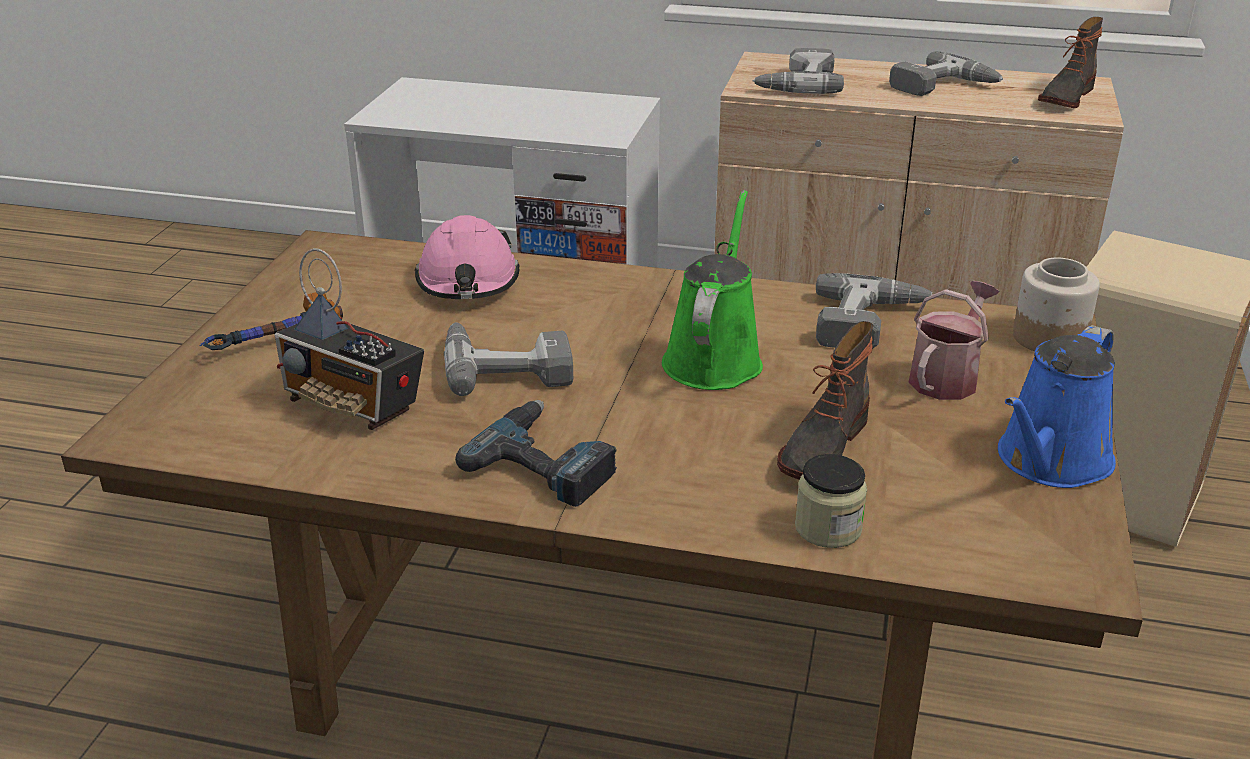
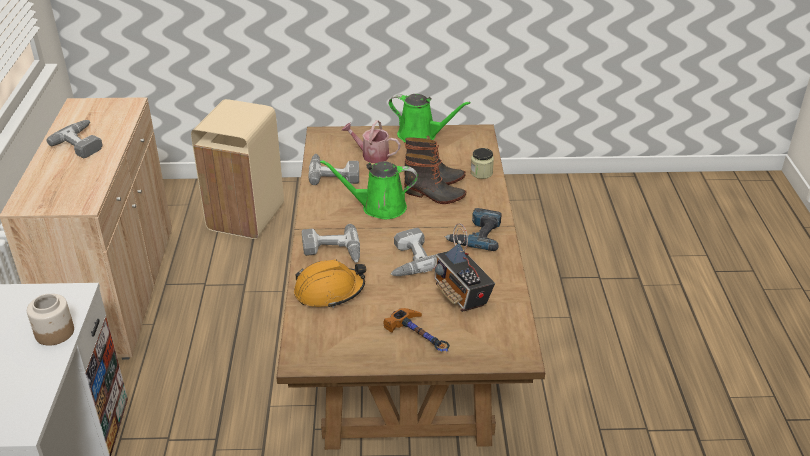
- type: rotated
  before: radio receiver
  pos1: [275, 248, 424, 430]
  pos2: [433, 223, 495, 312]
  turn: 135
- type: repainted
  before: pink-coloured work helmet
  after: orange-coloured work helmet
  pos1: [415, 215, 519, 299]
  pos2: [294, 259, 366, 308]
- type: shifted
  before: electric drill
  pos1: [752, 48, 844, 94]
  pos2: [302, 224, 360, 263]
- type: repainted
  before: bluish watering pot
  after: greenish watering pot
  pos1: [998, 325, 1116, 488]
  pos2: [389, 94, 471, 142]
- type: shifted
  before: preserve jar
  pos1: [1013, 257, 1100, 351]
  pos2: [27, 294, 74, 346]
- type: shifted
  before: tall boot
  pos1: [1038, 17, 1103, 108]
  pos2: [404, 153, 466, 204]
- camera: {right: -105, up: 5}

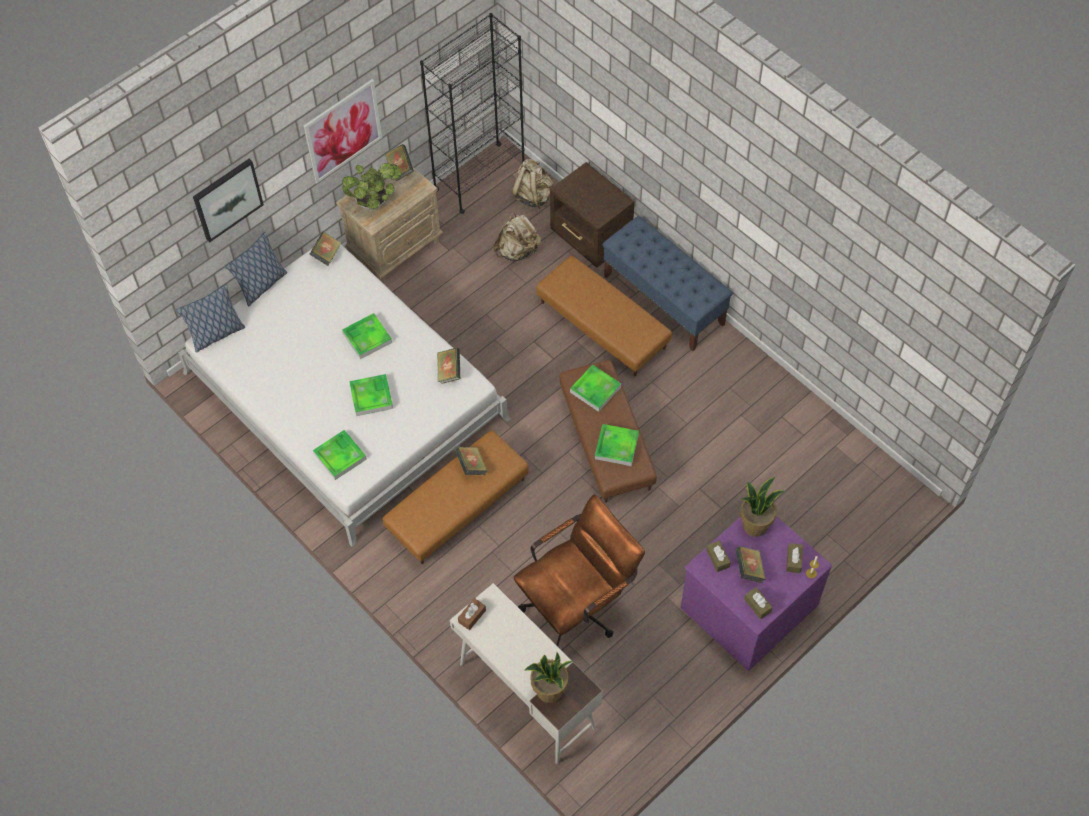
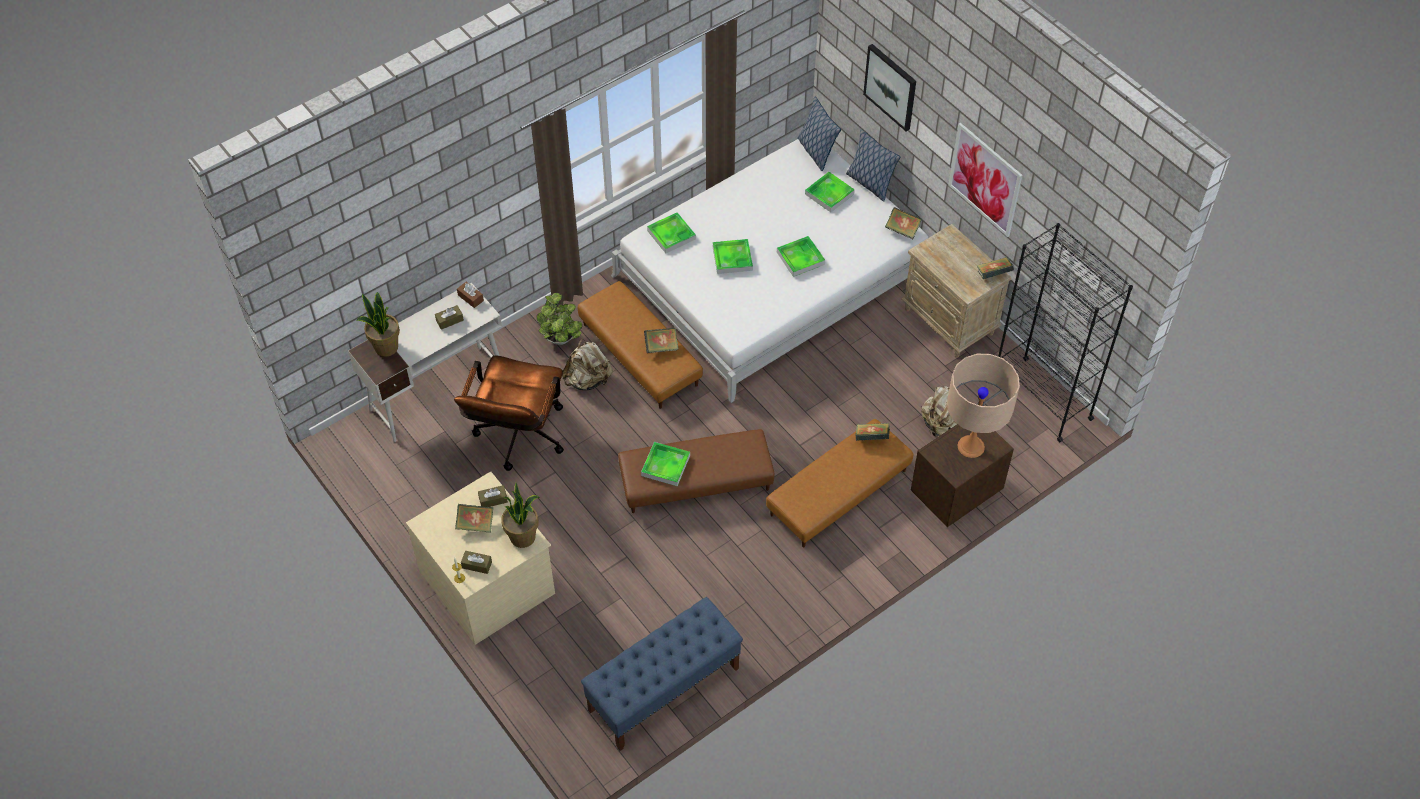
- type: shifted
  before: potted plant
  pos1: [342, 163, 402, 210]
  pos2: [537, 293, 582, 345]
- type: shifted
  before: book
  pos1: [437, 348, 461, 384]
  pos2: [856, 423, 890, 441]
- type: shifted
  before: sand-coloured knapsack
  pos1: [512, 159, 554, 209]
  pos2: [562, 339, 613, 390]
- type: rotated
  before: brown computer chair
  pos1: [513, 494, 645, 646]
  pos2: [454, 355, 564, 471]
  turn: 45
- type: shifted
  before: carrying tray
  pos1: [570, 364, 621, 412]
  pos2: [805, 172, 855, 212]
- type: shifted
  before: bluish long seat
  pos1: [603, 216, 733, 351]
  pos2: [581, 597, 743, 751]
- type: repainted
  before: purple drawer chest
  after: sand-coloured drawer chest
  pos1: [681, 516, 832, 671]
  pos2: [406, 472, 555, 645]
- type: shifted
  before: brown tissue box
  pos1: [744, 587, 773, 619]
  pos2: [435, 305, 464, 330]
- type: new
  after: sand-coloured tabletop lamp
  pos2: [947, 354, 1020, 458]
- camera: {right: 95, up: -5}

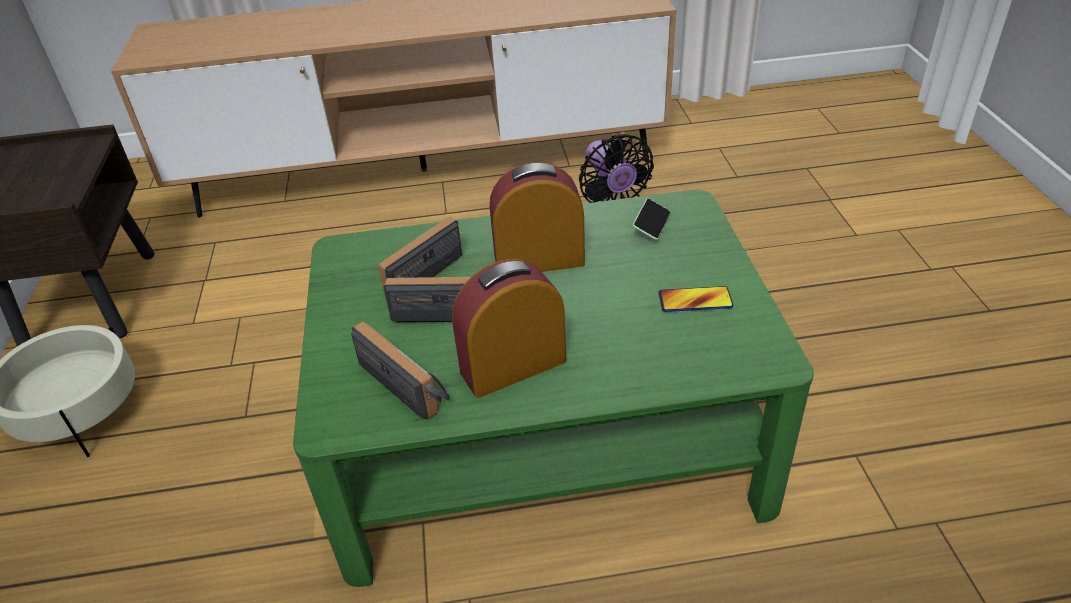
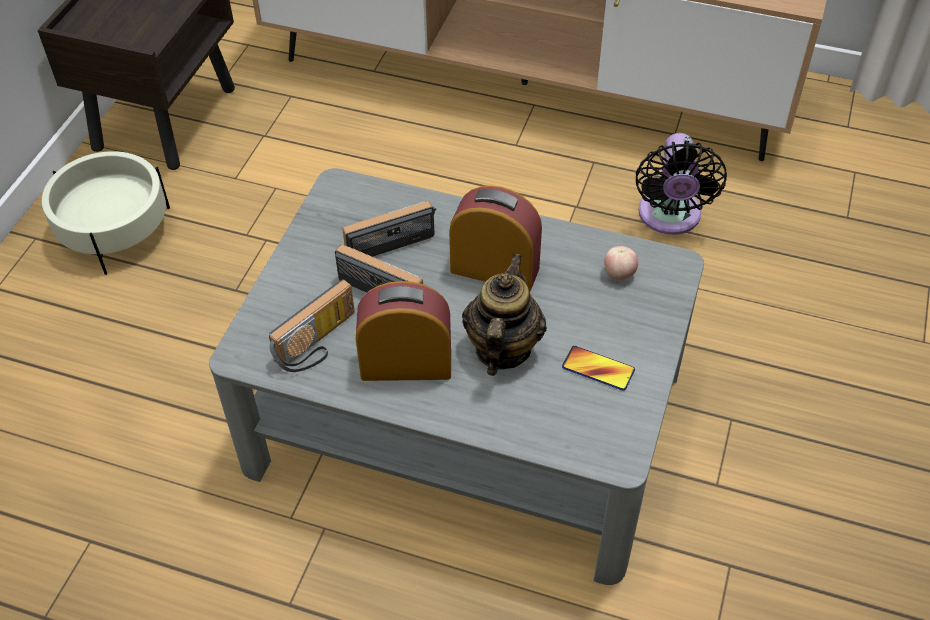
- type: repainted
  before: greenish low table
  after: greyish low table
  pos1: [293, 190, 814, 587]
  pos2: [209, 168, 704, 585]
- type: rotated
  before: radio receiver
  pos1: [351, 322, 450, 420]
  pos2: [269, 279, 355, 372]
  turn: 60
- type: swapped
  before: telephone
  after: whole apple
  pos1: [633, 199, 670, 240]
  pos2: [604, 246, 638, 280]
- type: new
  after: teapot
  pos2: [462, 253, 547, 376]
- camera: {right: 25, up: 10}

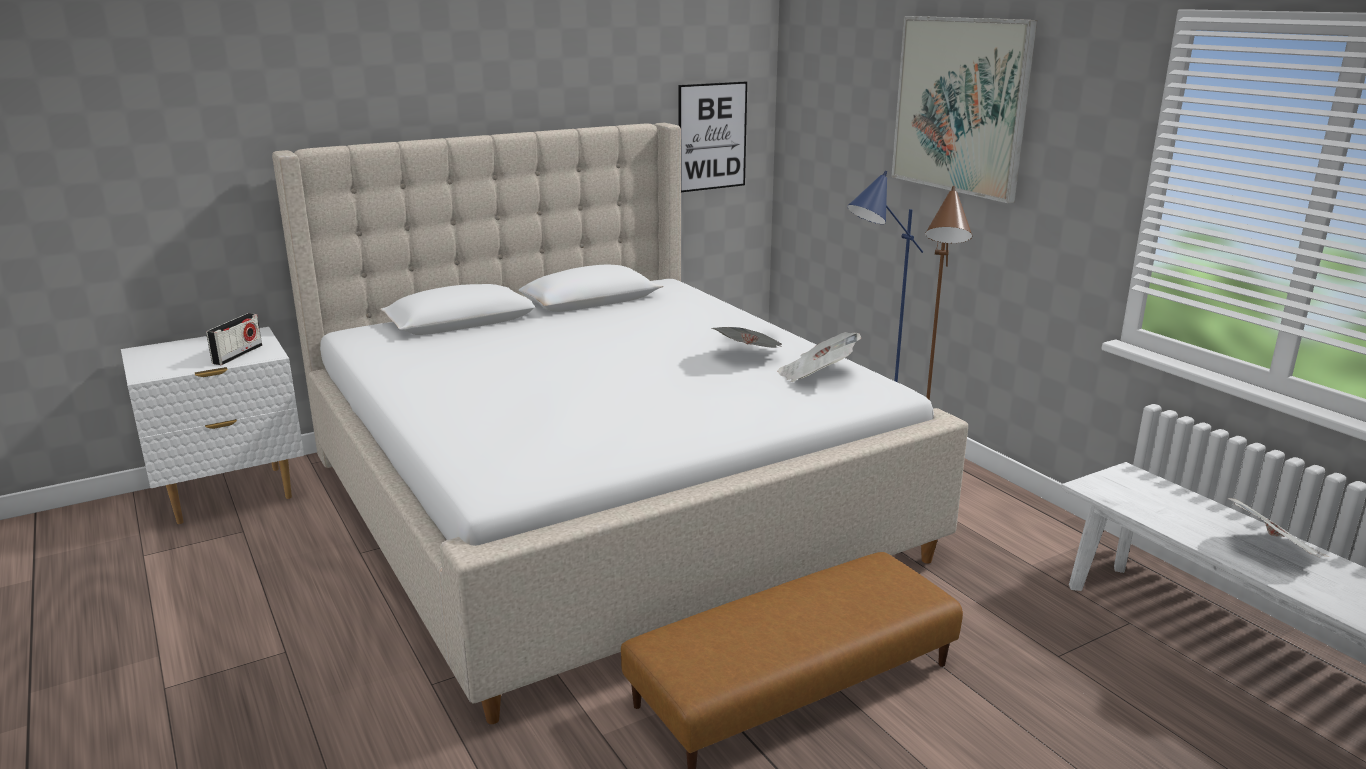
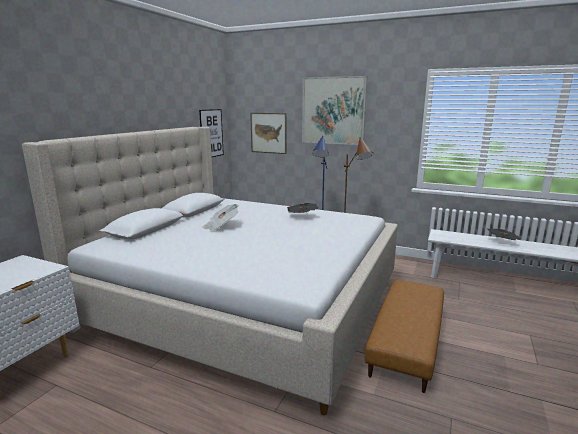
- type: gone
  before: radio receiver
  pos1: [206, 313, 262, 365]
- type: shifted
  before: daily paper
  pos1: [777, 332, 861, 382]
  pos2: [202, 204, 239, 230]
- type: new
  after: wall picture
  pos2: [250, 113, 287, 154]
- camera: {right: -35, up: -5}

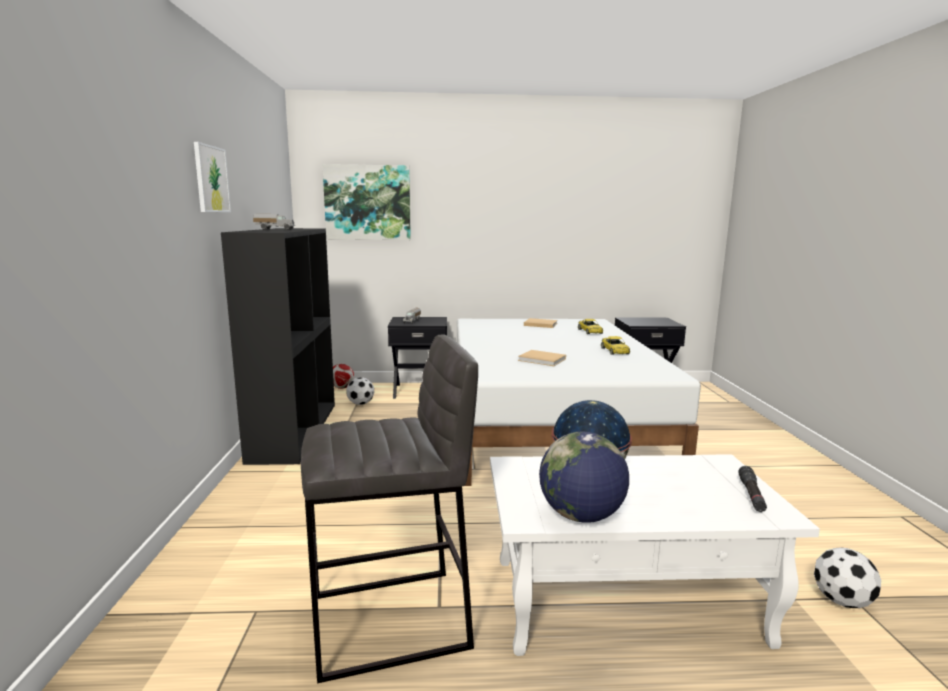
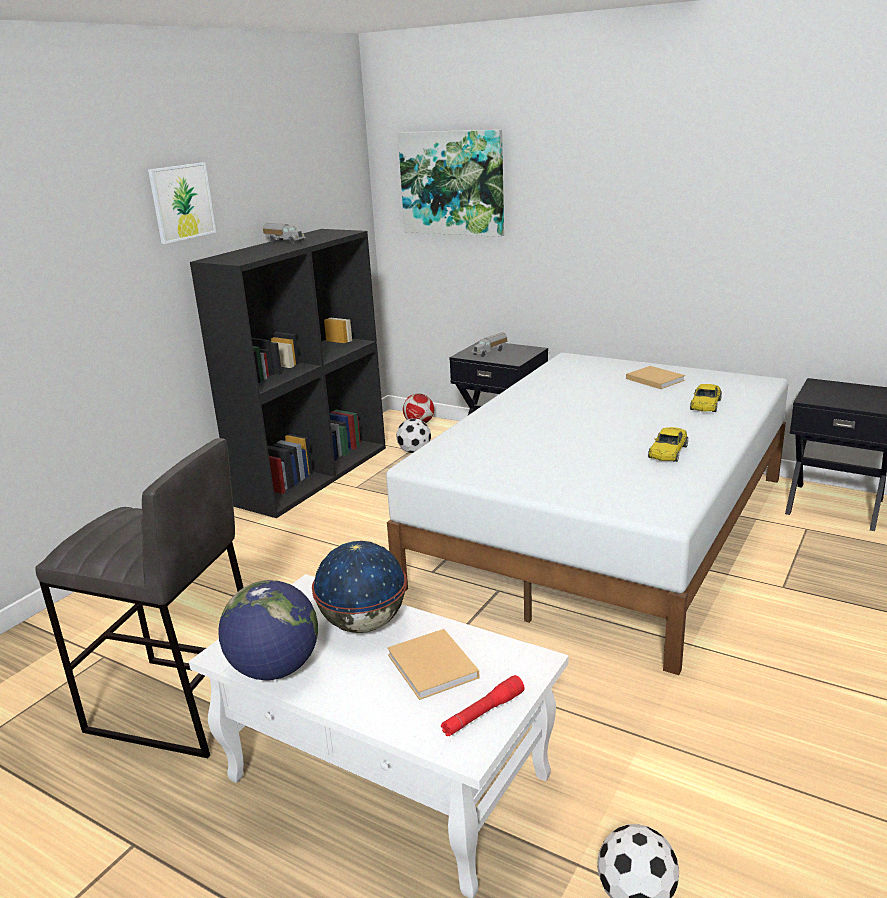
- type: shifted
  before: sand-coloured book
  pos1: [518, 350, 566, 366]
  pos2: [387, 629, 480, 700]
- type: repainted
  before: black-coloured torch
  after: red-coloured torch
  pos1: [739, 466, 767, 512]
  pos2: [441, 675, 524, 736]
- camera: {right: 35, up: 10}

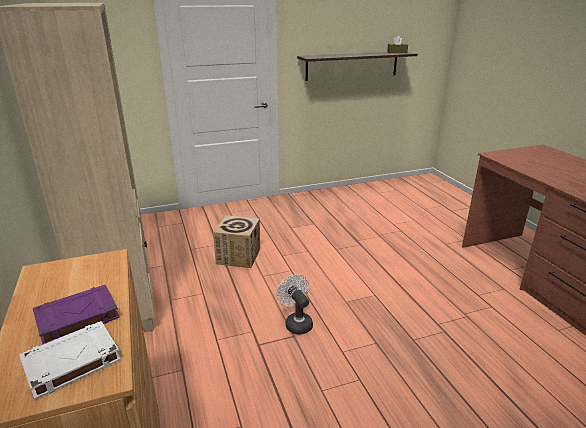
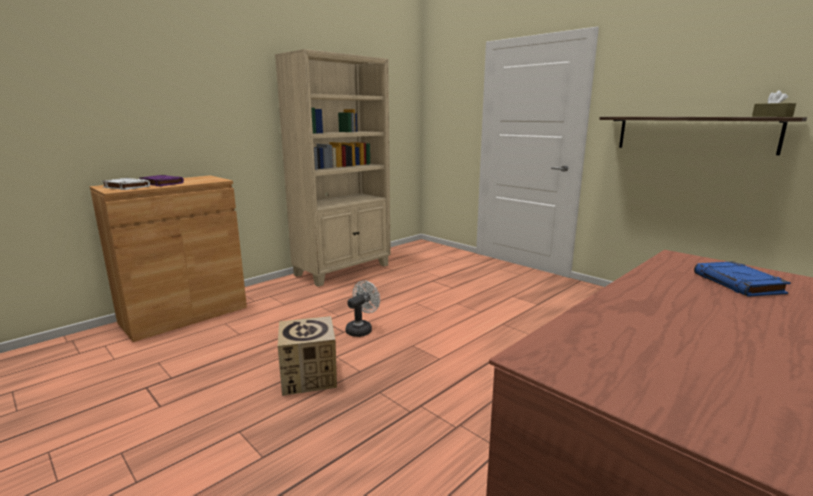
- type: shifted
  before: cardboard box
  pos1: [213, 215, 260, 268]
  pos2: [278, 316, 337, 396]
- type: new
  after: bluish book
  pos2: [694, 261, 791, 297]
- camera: {right: 65, up: -10}

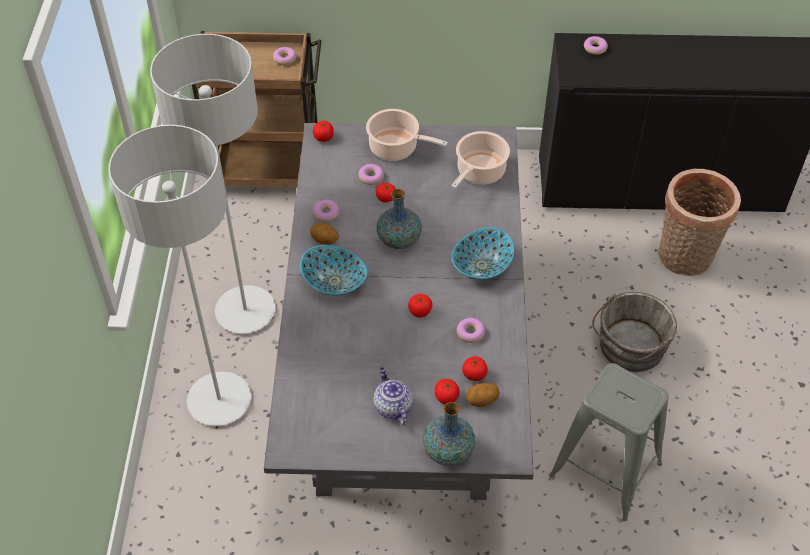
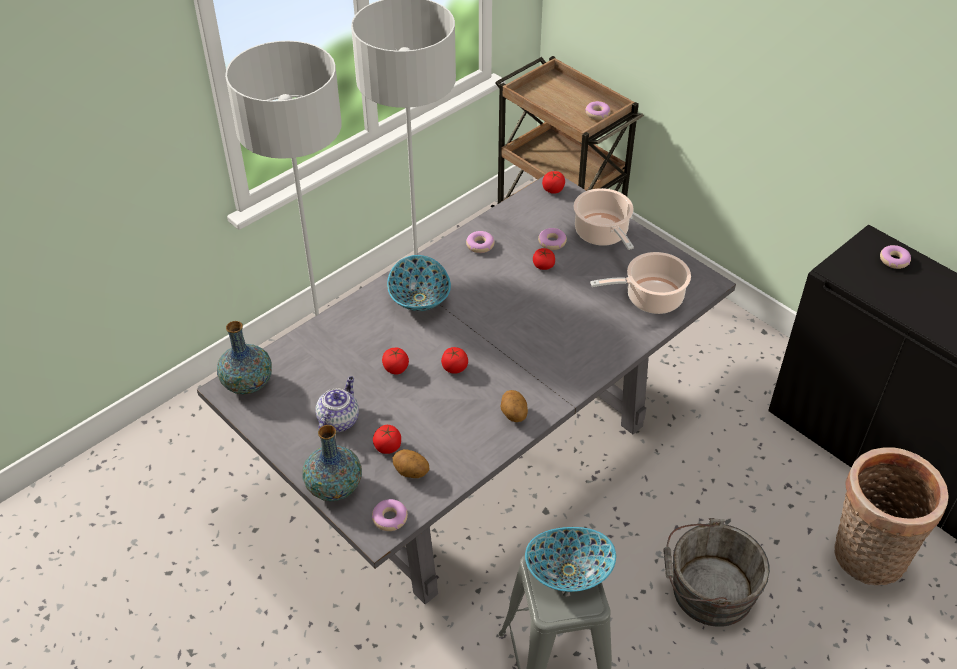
- type: shifted
  before: potato
  pos1: [310, 223, 339, 245]
  pos2: [500, 390, 528, 422]
- type: shifted
  before: decorative vase
  pos1: [377, 189, 422, 249]
  pos2: [217, 321, 272, 394]
- type: shifted
  before: deep dish
  pos1: [451, 227, 515, 280]
  pos2: [525, 527, 616, 592]
- type: shifted
  before: ring doughnut
  pos1: [457, 318, 485, 343]
  pos2: [372, 499, 408, 531]
- type: shifted
  before: whole tomato
  pos1: [462, 357, 488, 381]
  pos2: [382, 348, 409, 375]
- camera: {right: 45, up: -5}

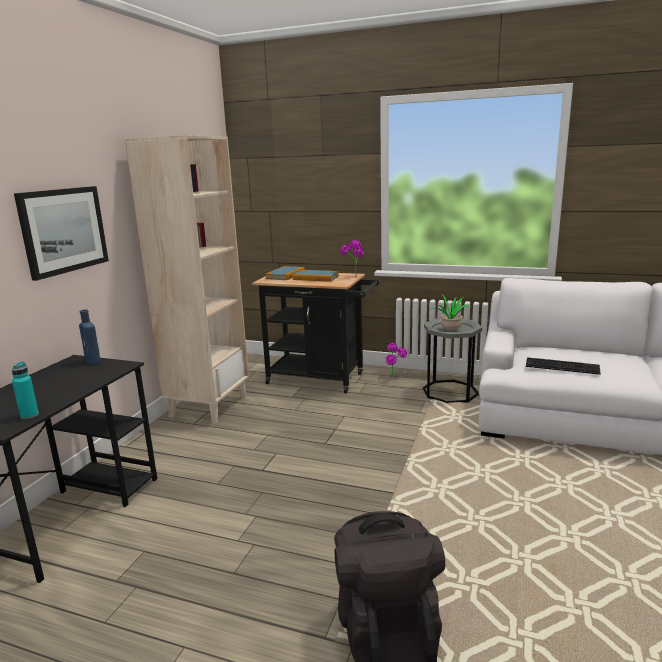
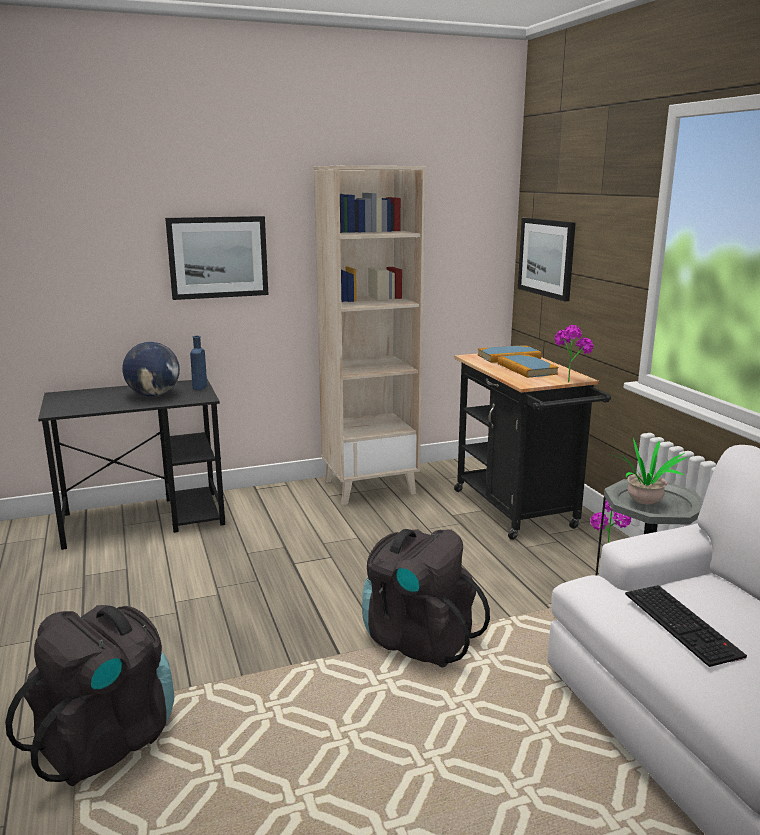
- type: gone
  before: blue-green drink bottle
  pos1: [12, 362, 39, 419]
- type: new
  after: world globe
  pos2: [122, 342, 180, 396]
- type: new
  after: black-coloured knapsack
  pos2: [362, 529, 490, 668]
- type: new
  after: wall picture
  pos2: [518, 218, 576, 301]
- camera: {right: 50, up: 0}

